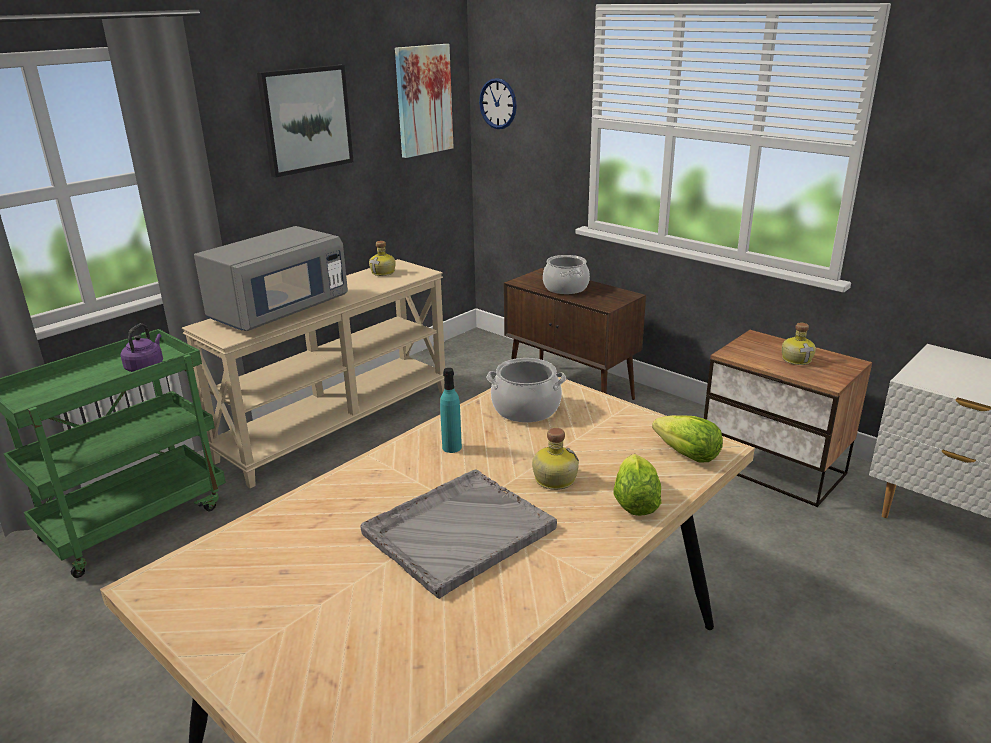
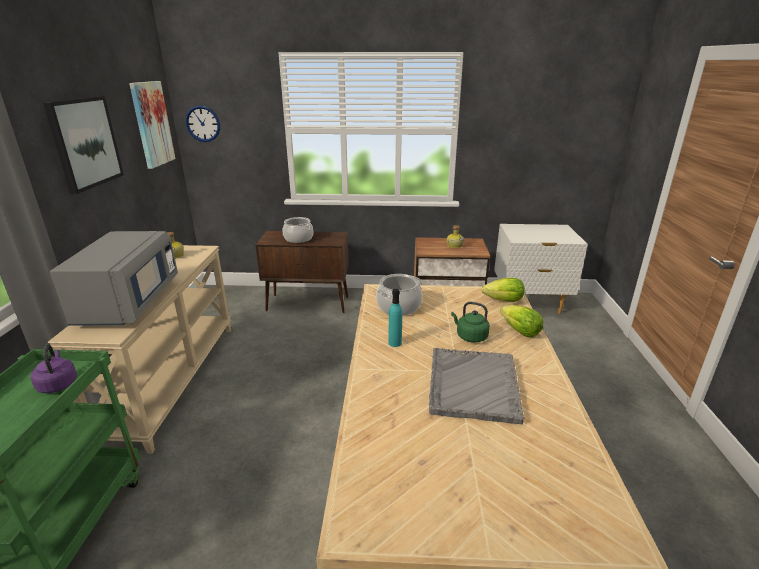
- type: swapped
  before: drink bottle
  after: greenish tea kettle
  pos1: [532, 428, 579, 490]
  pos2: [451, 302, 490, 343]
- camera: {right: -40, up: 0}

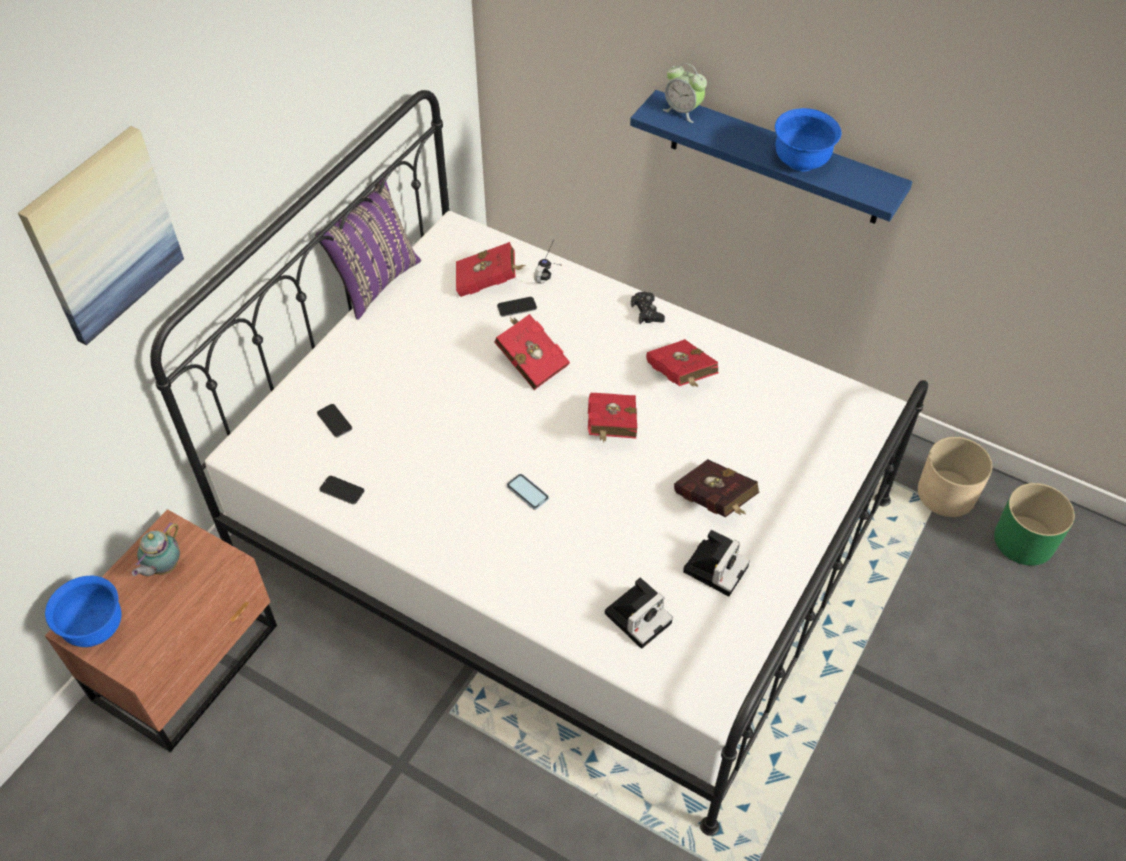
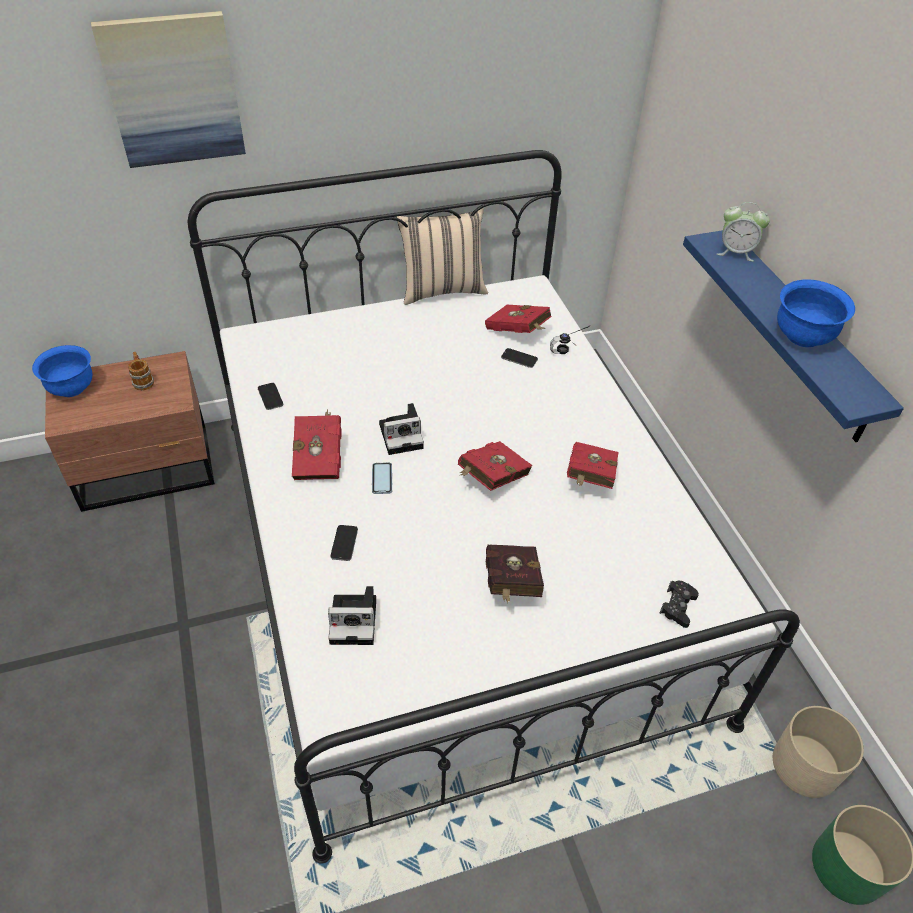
- type: swapped
  before: teapot
  after: coffee mug
  pos1: [132, 522, 180, 576]
  pos2: [128, 352, 154, 391]
- type: repainted
  before: purple cushion
  after: sand-coloured cushion
  pos1: [315, 179, 421, 320]
  pos2: [396, 207, 488, 305]
- type: shifted
  before: telephone
  pos1: [317, 404, 352, 437]
  pos2: [330, 525, 358, 561]
- type: shifted
  before: red-coloured book
  pos1: [494, 314, 570, 390]
  pos2: [292, 409, 342, 480]
- type: shifted
  before: black-coloured game controller
  pos1: [631, 292, 665, 324]
  pos2: [659, 581, 699, 628]
- type: rotated
  before: bedside clock
  pos1: [663, 63, 707, 123]
  pos2: [717, 202, 770, 262]
  turn: -60
- type: shifted
  before: still camera
  pos1: [683, 530, 750, 597]
  pos2: [379, 403, 424, 455]
- camera: {right: 40, up: -5}

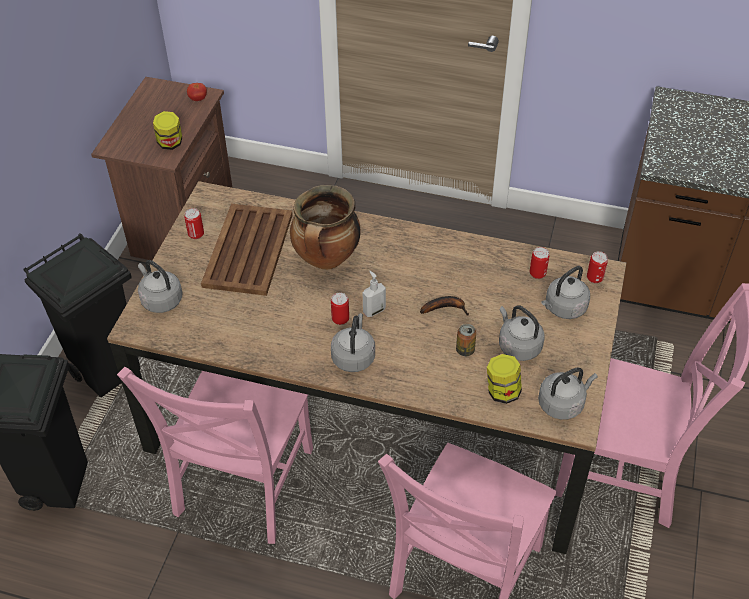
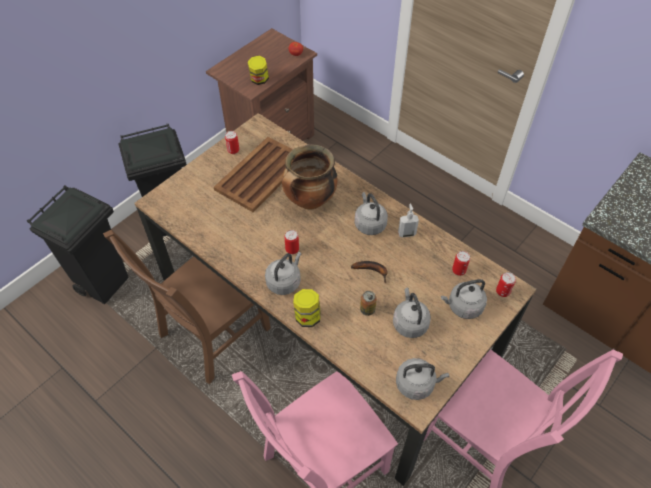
- type: repainted
  before: pink-coloured chair
  after: brown chair
  pos1: [117, 367, 313, 544]
  pos2: [103, 230, 271, 384]
- type: shifted
  before: greyish tea kettle
  pos1: [138, 260, 183, 313]
  pos2: [354, 192, 388, 235]
- type: shifted
  before: soap bottle
  pos1: [363, 271, 386, 317]
  pos2: [398, 204, 419, 237]
- type: shifted
  before: preserve jar
  pos1: [487, 354, 522, 404]
  pos2: [293, 289, 321, 327]
- camera: {right: 25, up: 5}

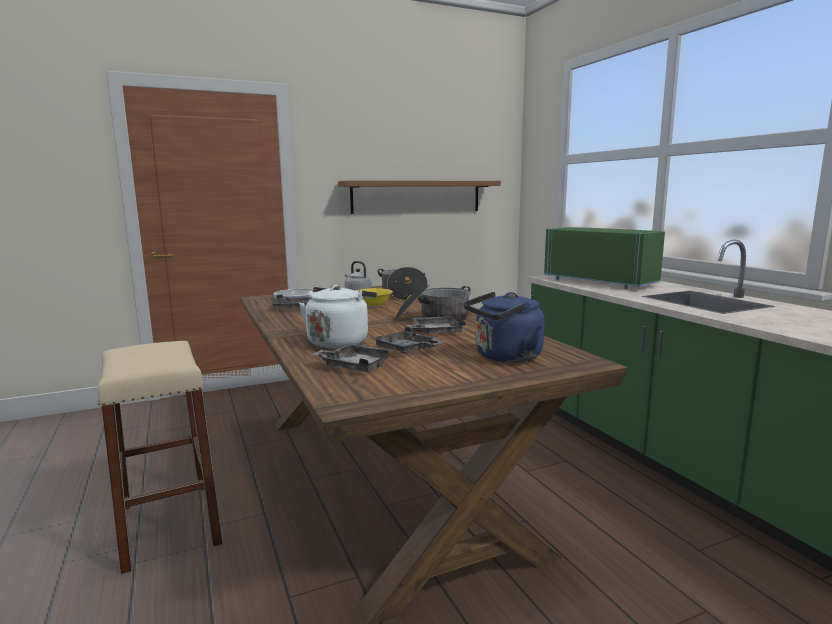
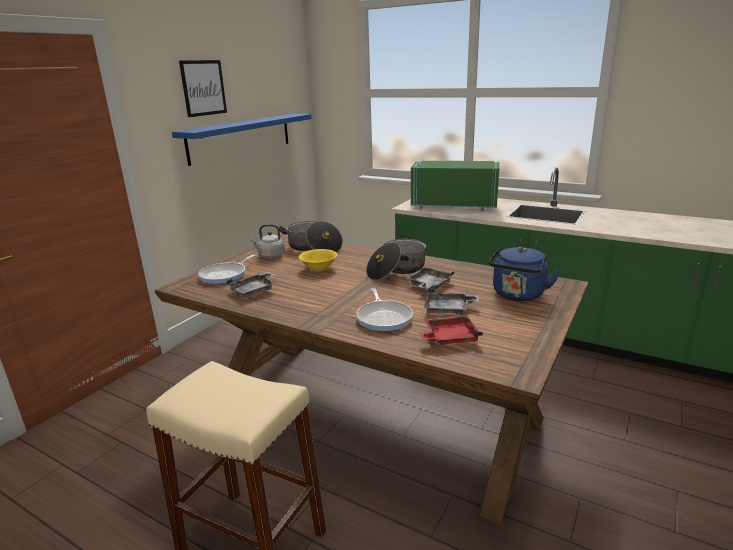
- type: swapped
  before: whitish tea kettle
  after: skillet
  pos1: [299, 285, 377, 349]
  pos2: [356, 288, 413, 332]
- type: repainted
  before: greyish carrying tray
  after: red-coloured carrying tray
  pos1: [313, 343, 394, 372]
  pos2: [419, 315, 482, 345]
- type: repainted
  before: brown wall shelf
  after: bluish wall shelf
  pos1: [338, 181, 501, 214]
  pos2: [172, 114, 311, 166]
- type: new
  after: wall picture
  pos2: [179, 60, 227, 117]
- camera: {right: -35, up: 10}

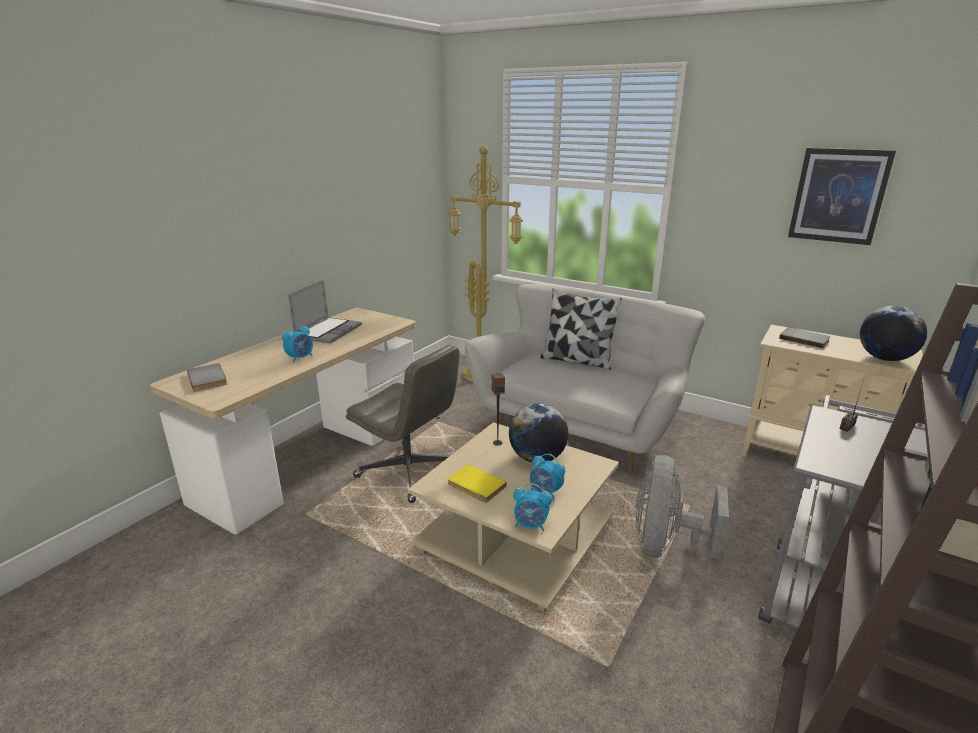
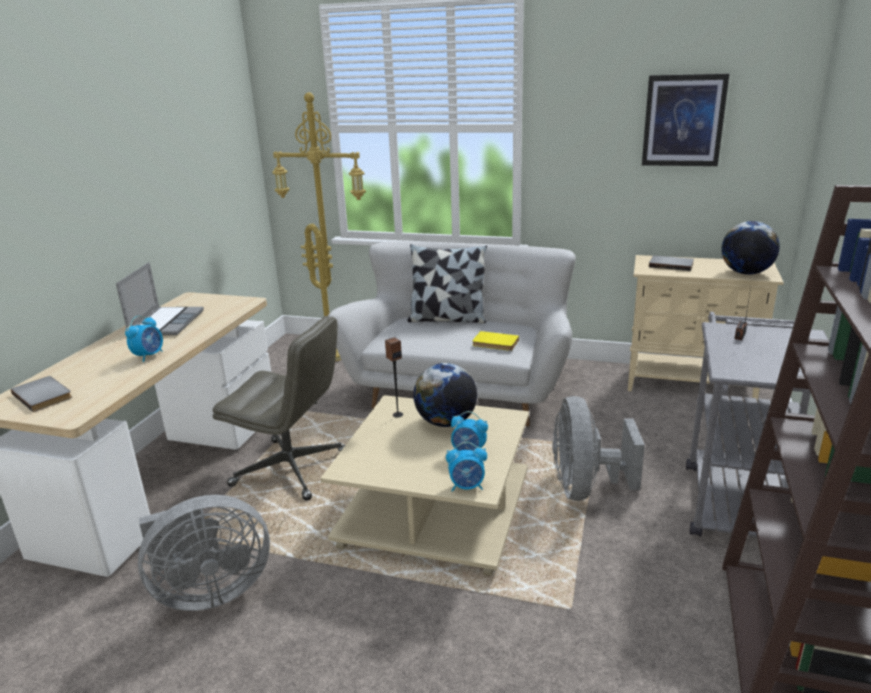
- type: shifted
  before: yellow book
  pos1: [448, 465, 507, 503]
  pos2: [472, 331, 519, 351]
- type: new
  after: greyish electric fan
  pos2: [138, 495, 270, 611]
- camera: {right: -15, up: 0}

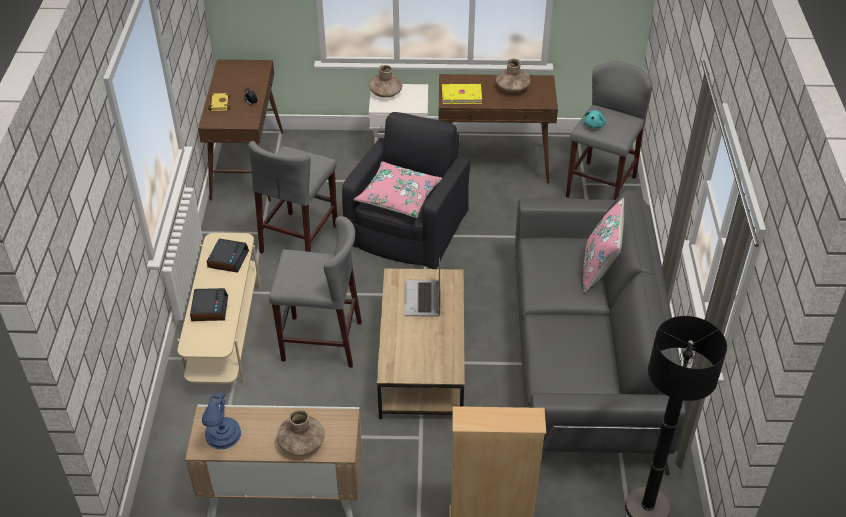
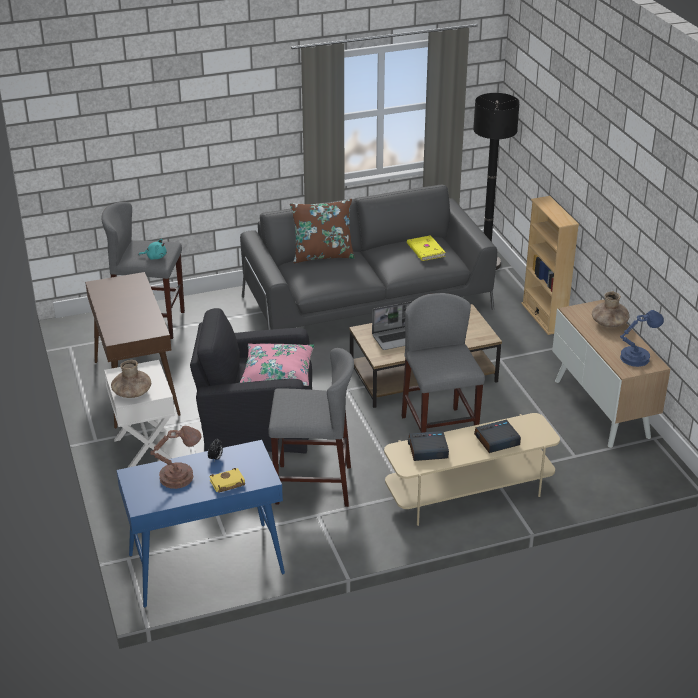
- type: repainted
  before: brown console table
  after: bluish console table
  pos1: [198, 60, 284, 201]
  pos2: [116, 440, 285, 607]
- type: shifted
  before: yellow book
  pos1: [442, 84, 482, 104]
  pos2: [407, 235, 446, 261]
- type: gone
  before: brown decorative vase
  pos1: [496, 58, 531, 92]
- type: repainted
  before: pink-coloured cushion
  after: brown cushion
  pos1: [583, 198, 624, 294]
  pos2: [290, 199, 355, 263]
- type: new
  after: brown tabletop lamp
  pos2: [150, 426, 202, 489]
- camera: {right: -110, up: -10}

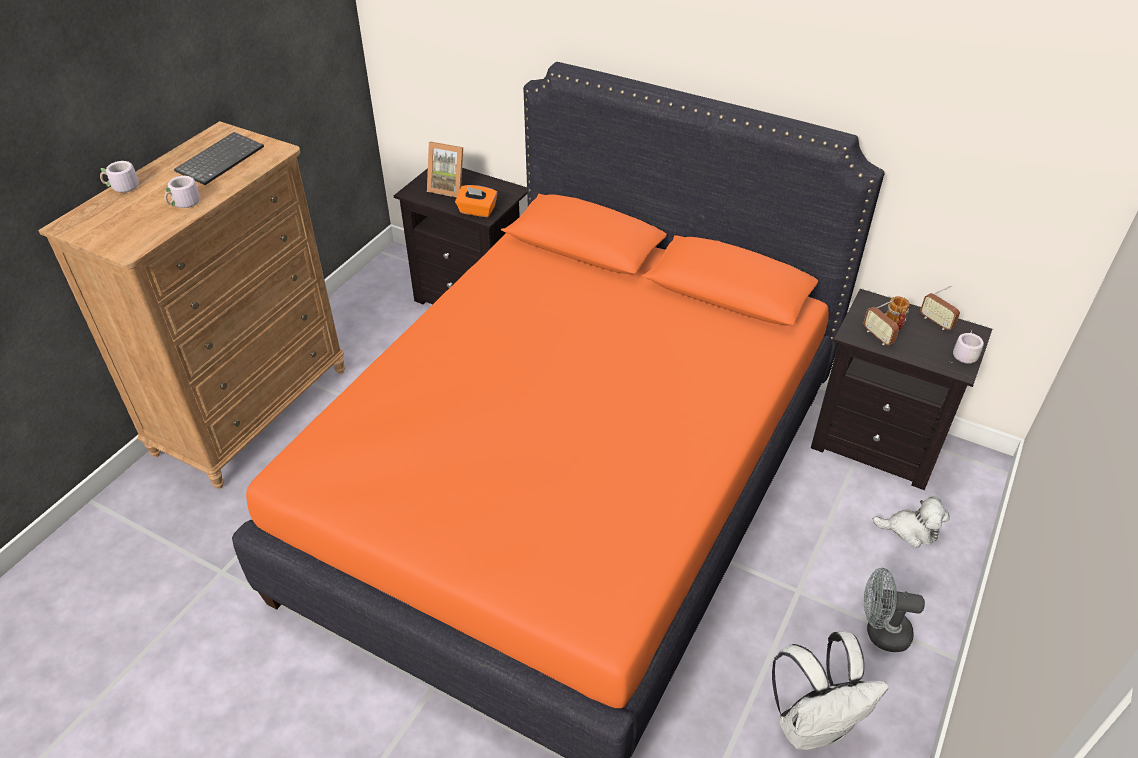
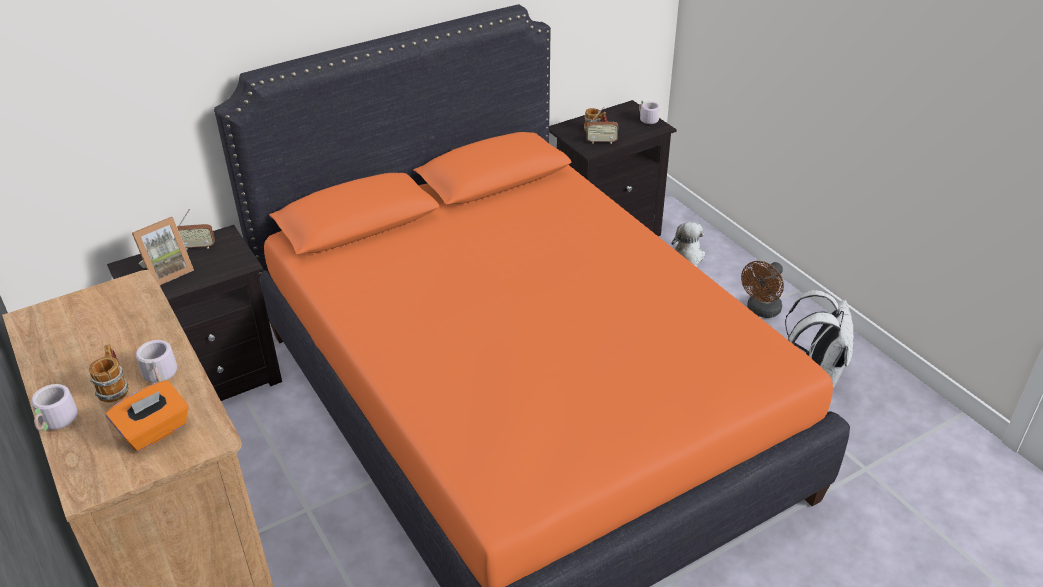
- type: gone
  before: PC keyboard
  pos1: [174, 132, 264, 185]
- type: shifted
  before: orange-coloured tissue box
  pos1: [455, 185, 498, 217]
  pos2: [106, 380, 189, 452]
- type: repainted
  before: greyish electric fan
  after: brown electric fan
  pos1: [864, 568, 925, 652]
  pos2: [741, 261, 784, 318]
- type: rotated
  before: plush toy
  pos1: [873, 496, 950, 548]
  pos2: [671, 222, 706, 268]
  turn: -45
- type: shifted
  before: radio receiver
  pos1: [920, 285, 960, 330]
  pos2: [177, 209, 215, 250]
- type: new
  after: coffee mug
  pos2: [89, 345, 129, 403]
- camera: {right: -60, up: -5}

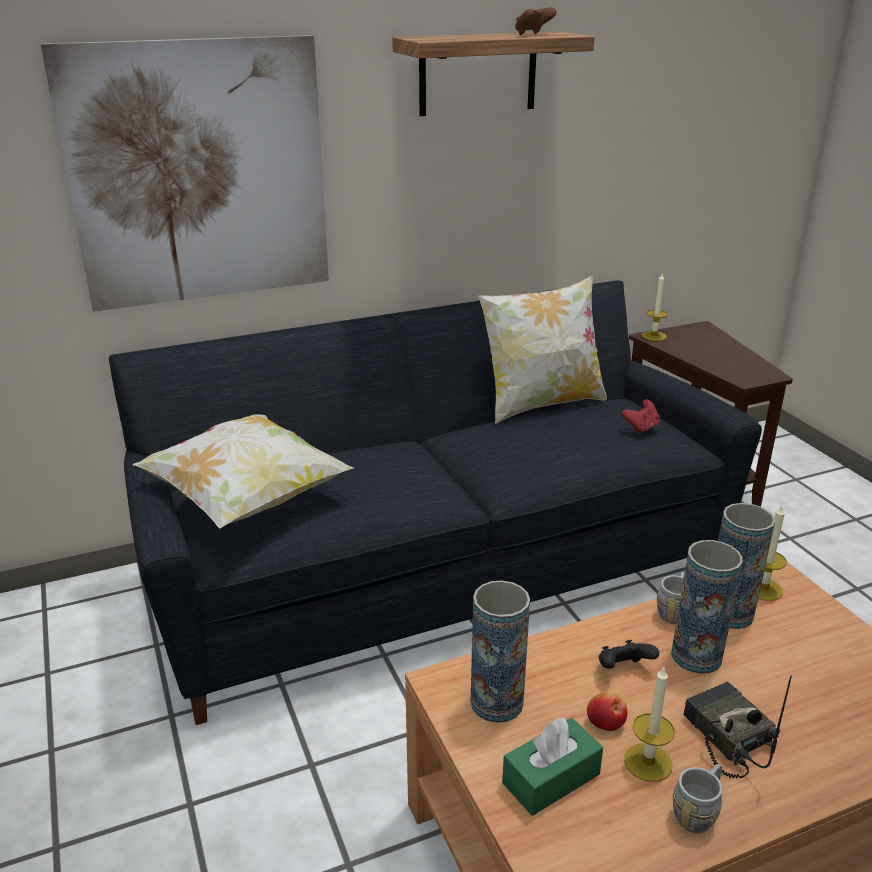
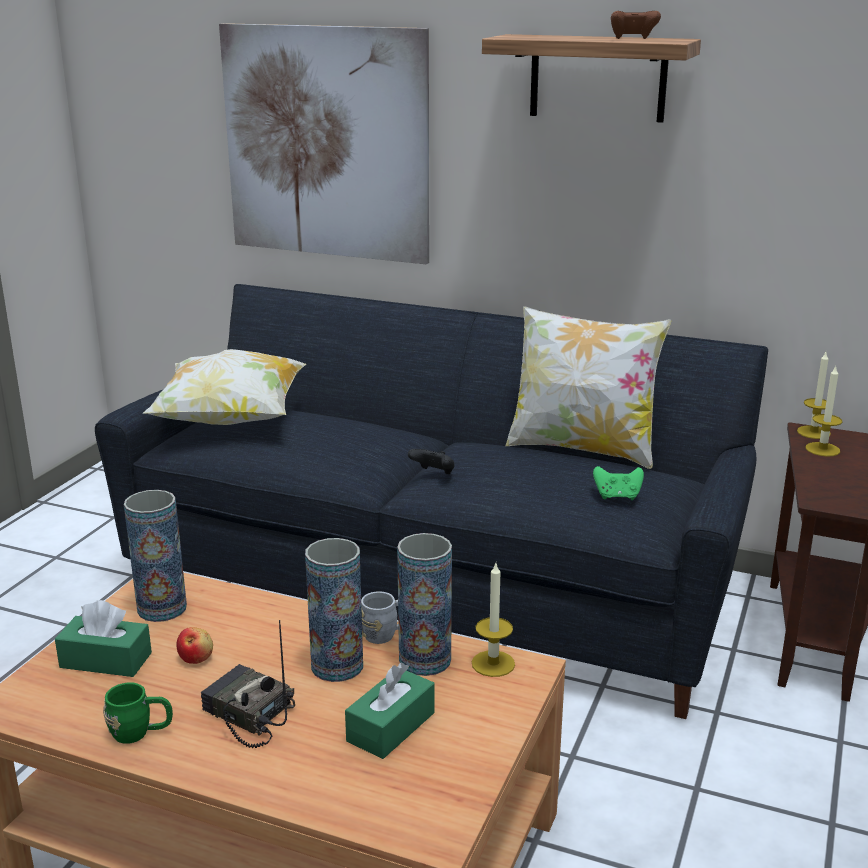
- type: shifted
  before: black-coloured game controller
  pos1: [599, 640, 659, 669]
  pos2: [408, 449, 454, 474]
- type: repainted
  before: red-coloured game controller
  after: greenish game controller
  pos1: [622, 399, 660, 434]
  pos2: [593, 466, 644, 500]
- type: shifted
  before: wax light
  pos1: [624, 667, 675, 782]
  pos2: [806, 366, 842, 457]
- type: repainted
  before: greyish coffee mug
  after: greenish coffee mug
  pos1: [673, 764, 722, 833]
  pos2: [103, 682, 173, 744]
- type: rotated
  before: radio receiver
  pos1: [683, 675, 792, 779]
  pos2: [201, 620, 295, 748]
  turn: -75
- type: new
  after: greenish tissue box
  pos2: [345, 663, 435, 759]
- camera: {right: 45, up: -5}

